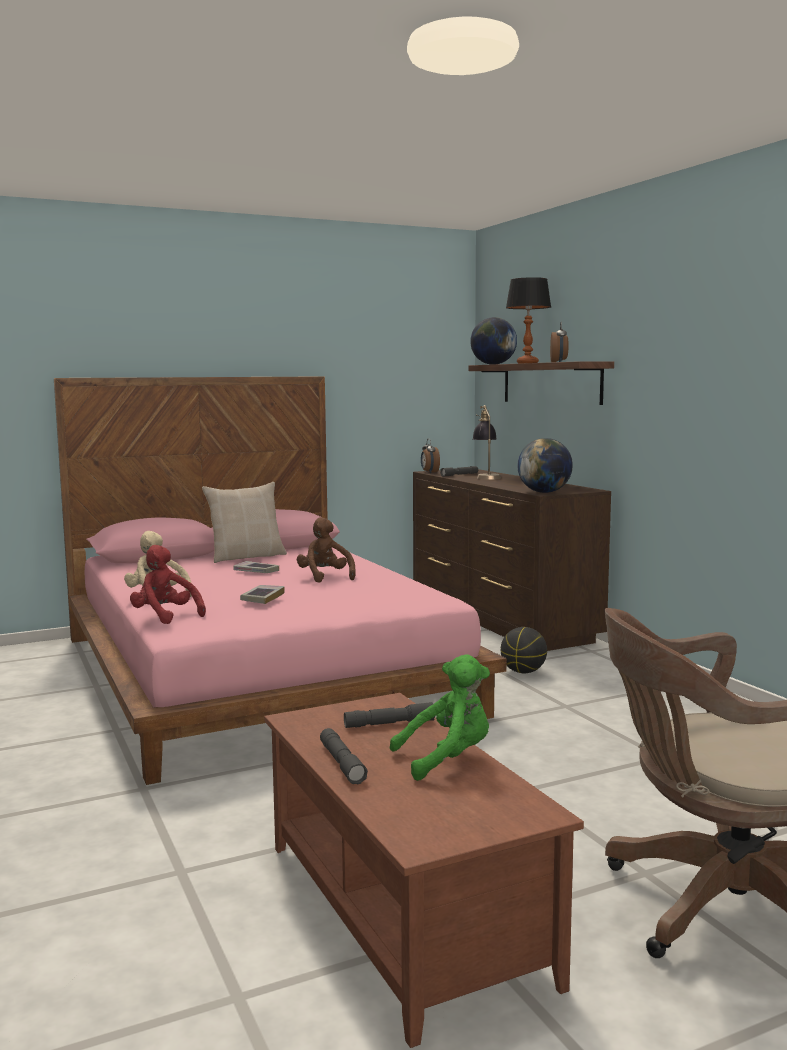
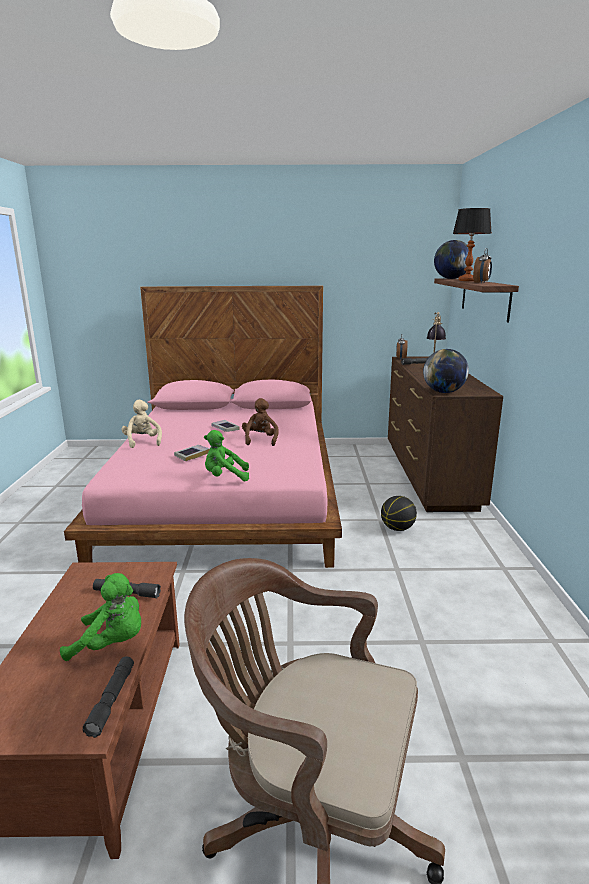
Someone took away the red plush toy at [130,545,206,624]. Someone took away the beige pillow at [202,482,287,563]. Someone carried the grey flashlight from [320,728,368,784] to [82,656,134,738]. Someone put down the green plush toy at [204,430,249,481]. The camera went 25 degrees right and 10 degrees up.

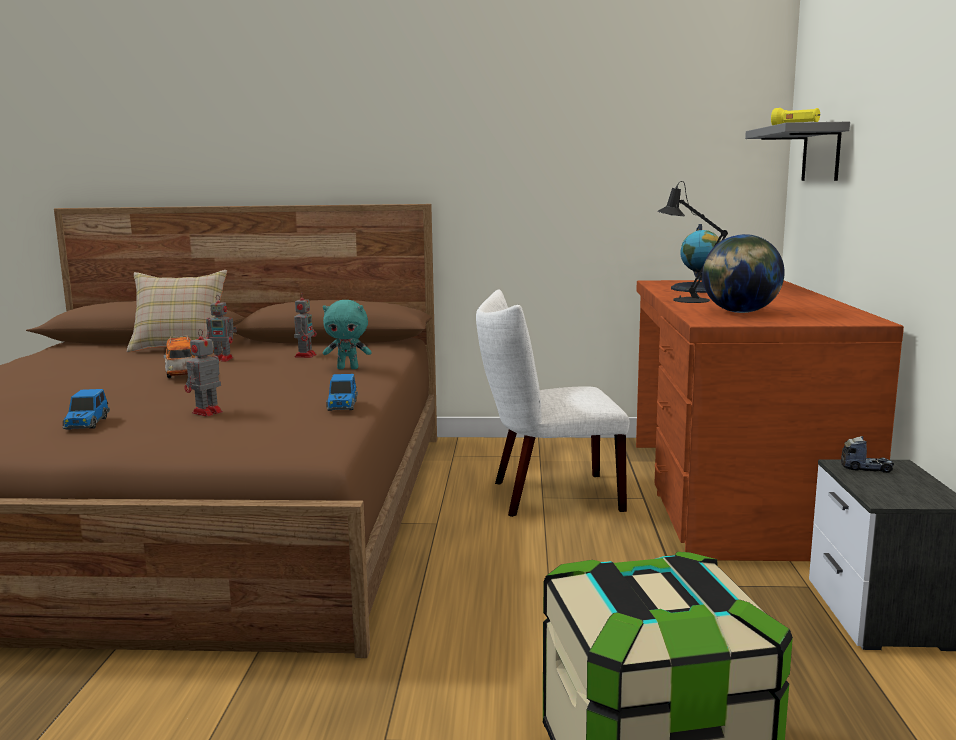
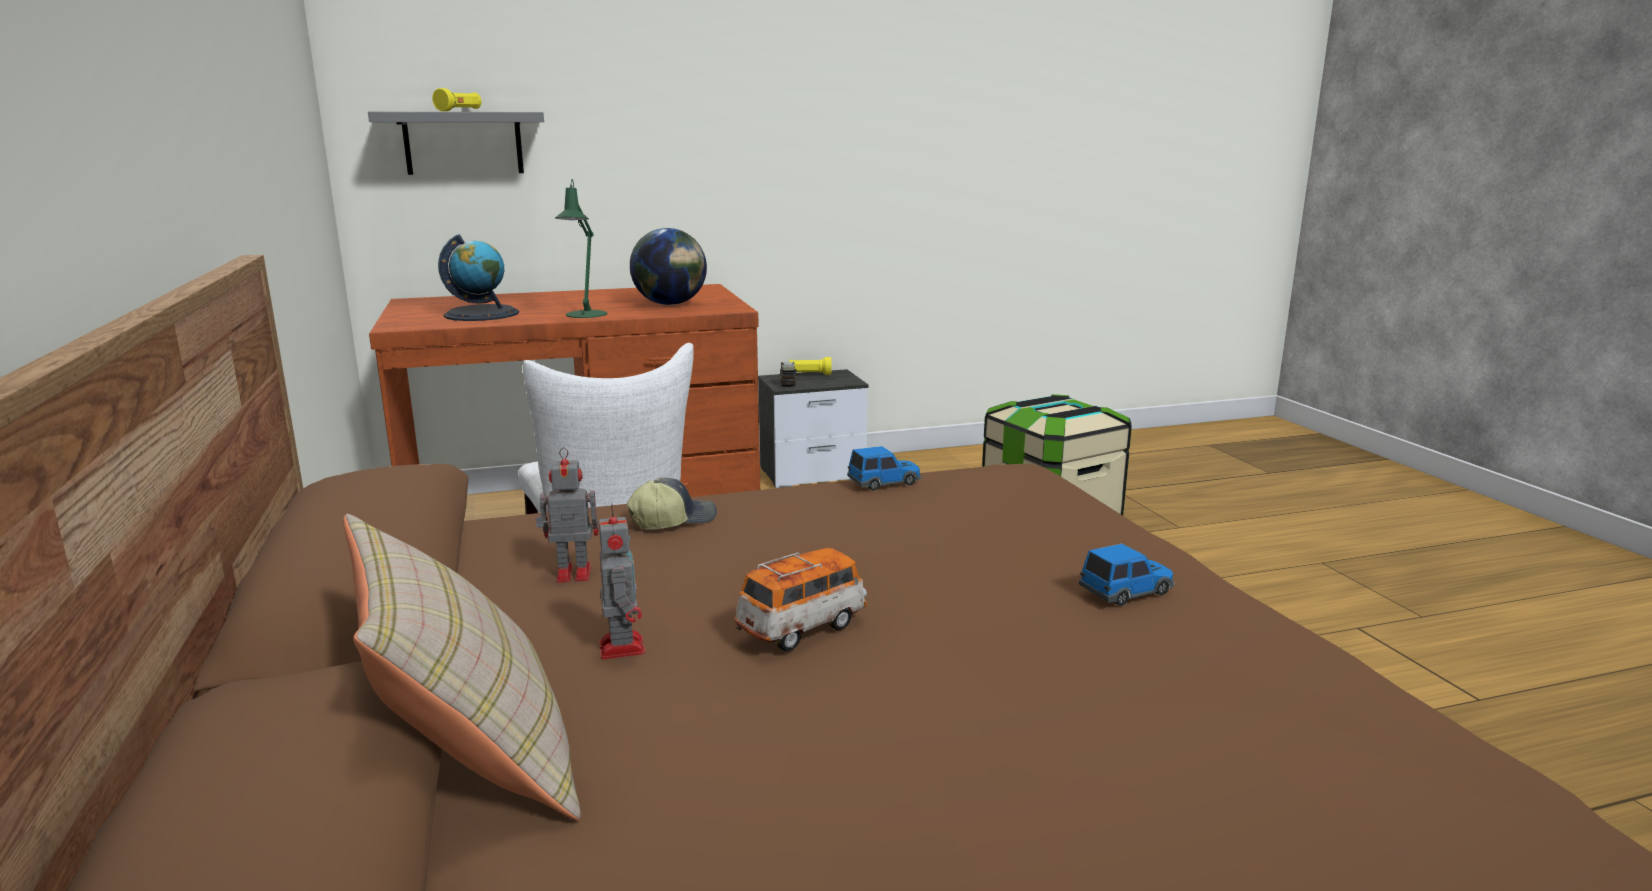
Someone took away the toy robot at [184,329,223,417]. Someone swapped the turquoise plush toy at [323,300,372,369] for the cap at [626,478,717,530]. Someone repainted the black table lamp at [657,181,728,303], which became the green table lamp at [555,179,607,318]. Someone put down the yellow flashlight at [789,357,831,375]. The camera went 110 degrees left and 5 degrees up.

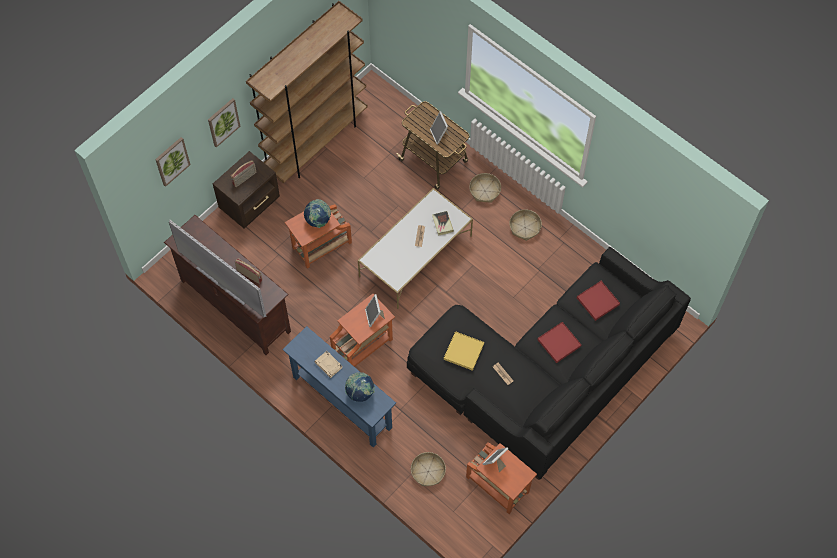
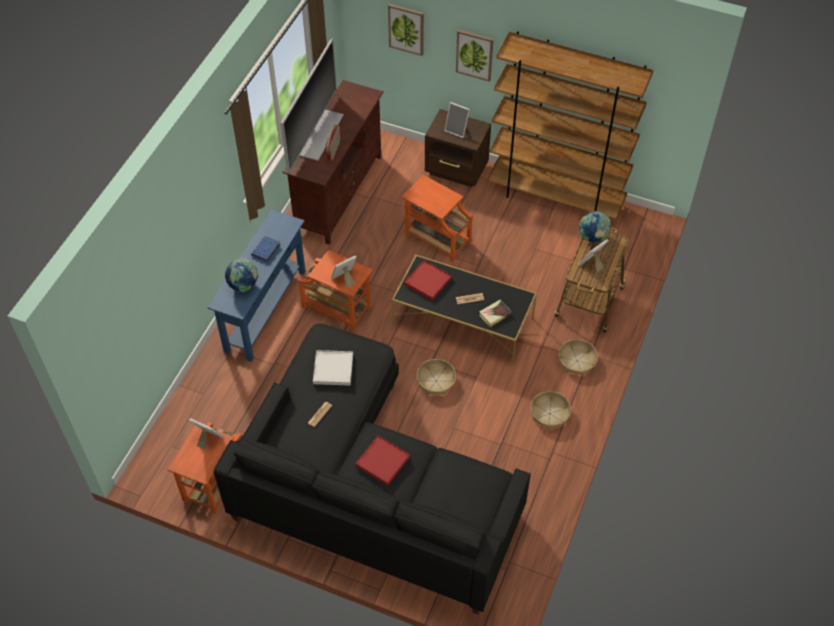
Someone swapped the radio at [231,160,256,187] for the picture frame at [444,102,470,138]. Someone carried the globe from [304,199,331,228] to [579,211,611,242]. Someone repainted the beige book at [315,351,343,378], which became the blue book at [251,236,281,263]. Someone repainted the white coffee table at [357,188,473,309], which became the black coffee table at [392,255,537,365]. Someone carried the basket from [411,452,446,486] to [417,359,456,394]. Someone repainted the yellow tray at [444,331,484,371], which became the white tray at [313,350,353,386]. Someone carried the red tray from [577,281,620,321] to [404,260,452,301]. The camera went 70 degrees right and 10 degrees down.

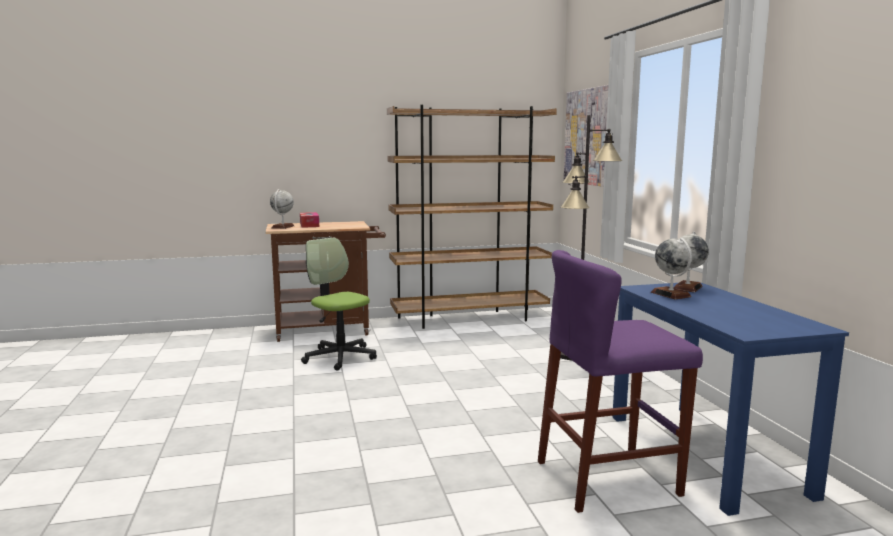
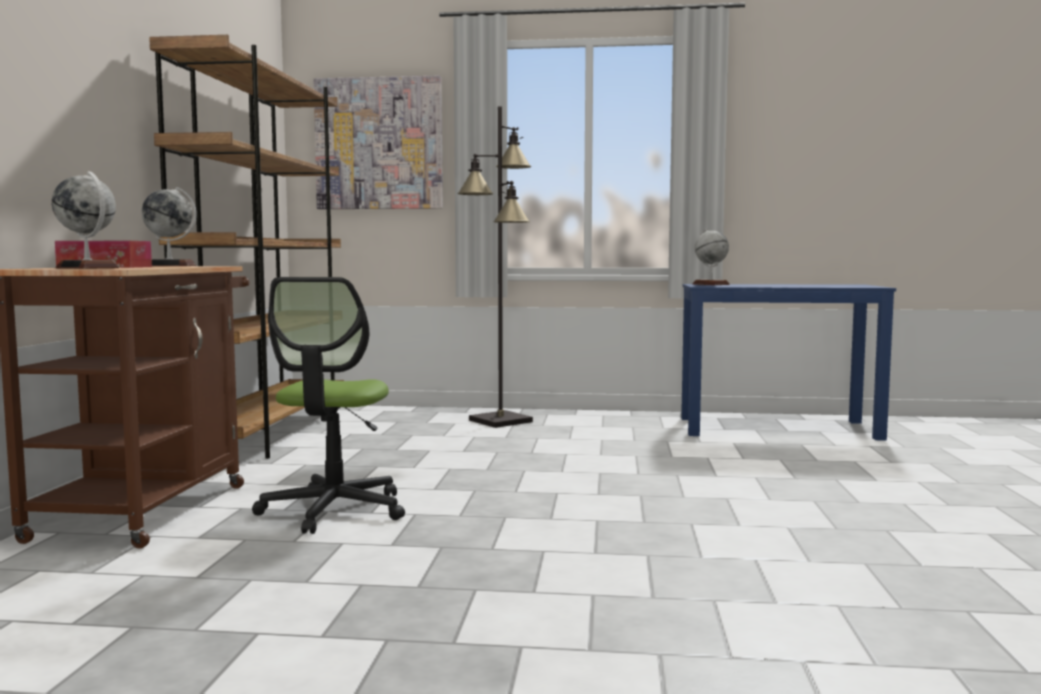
Someone rotated the office chair at [301,238,377,370] by 60 degrees counterclockwise. Someone took away the purple stool at [538,250,703,513]. Someone carried the globe from [651,238,693,299] to [141,187,197,266]. The camera went 70 degrees left and 5 degrees down.

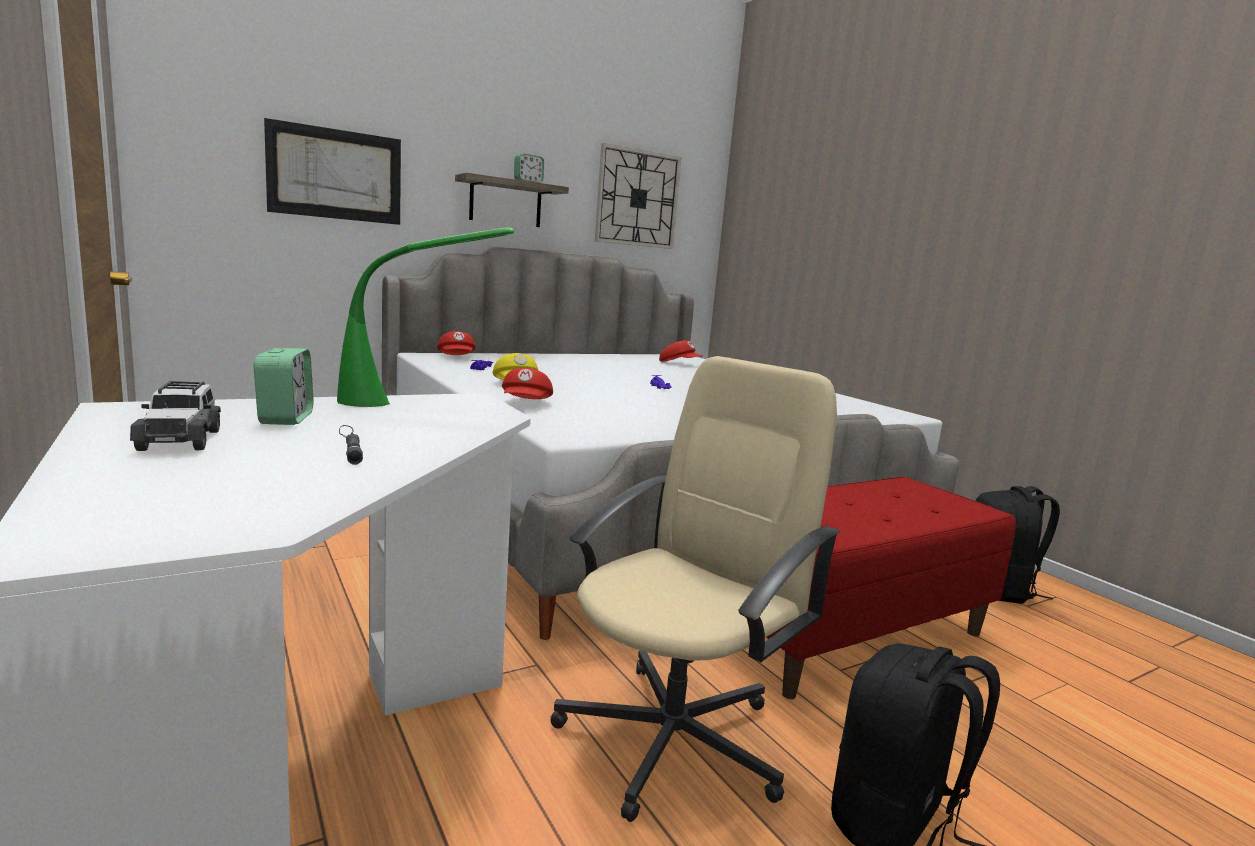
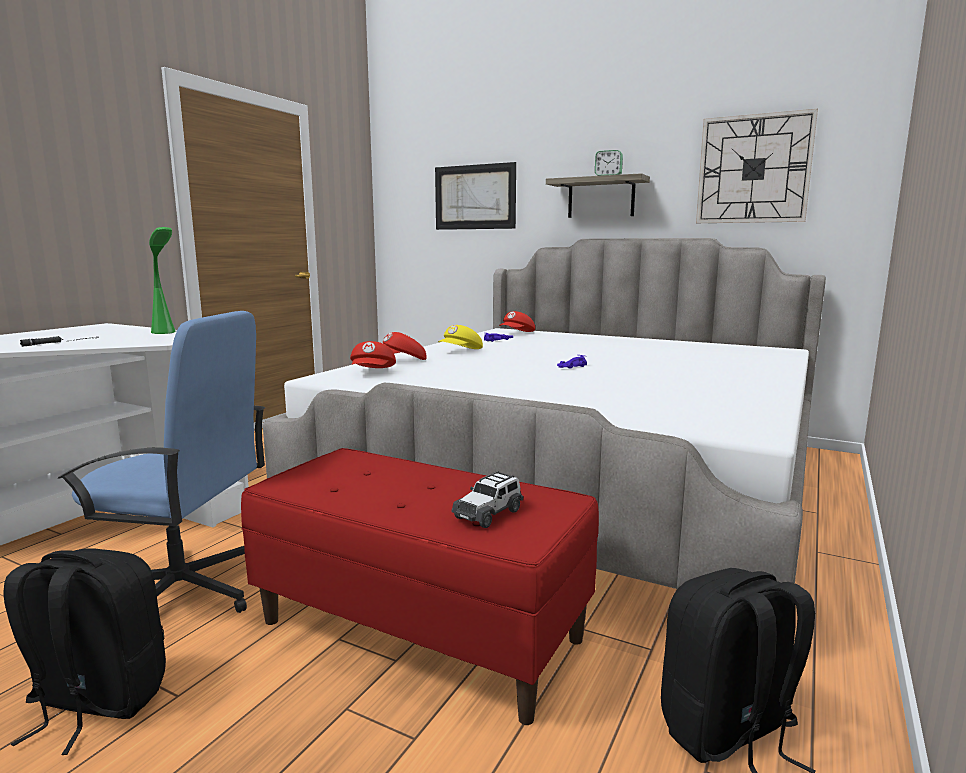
Someone carried the toy car from [130,381,221,451] to [451,471,523,528]. Someone took away the alarm clock at [254,348,313,425]. Someone repainted the beige office chair at [550,356,840,822], which became the blue office chair at [58,311,266,613]. Someone carried the red cap from [659,341,703,362] to [350,341,396,368]. The camera went 60 degrees right and 0 degrees up.

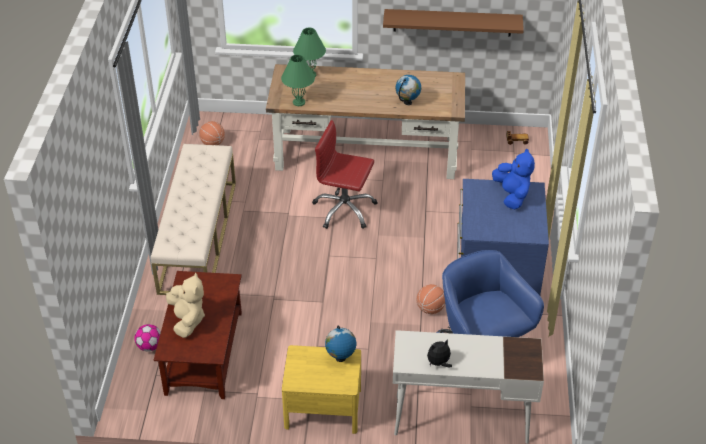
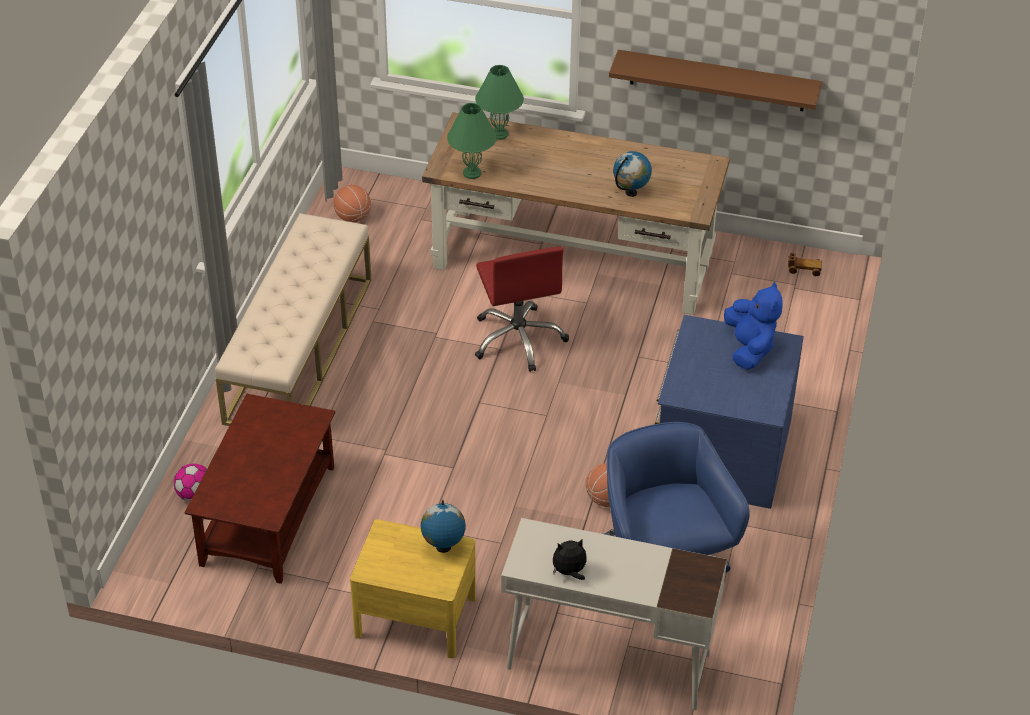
Someone took away the beige plush toy at [166,272,205,338]. Someone rotated the red office chair at [312,120,378,229] by 135 degrees counterclockwise. The camera went 10 degrees right and 0 degrees up.

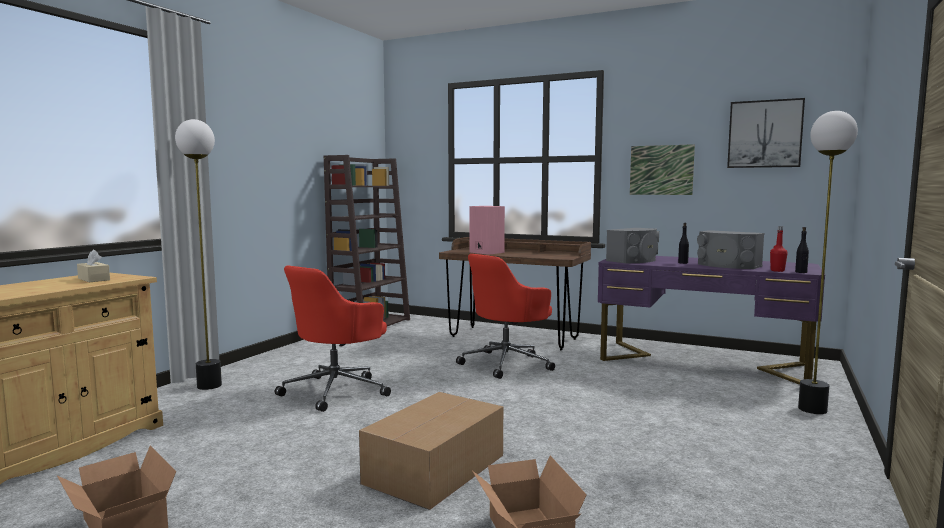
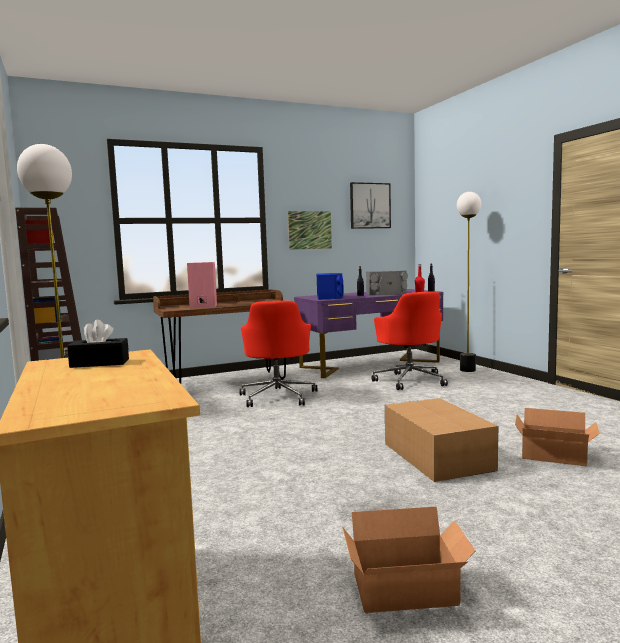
Someone repainted the beige tissue box at [77,250,110,282], which became the black tissue box at [67,320,129,368]. Someone carried the red office chair from [275,265,391,412] to [372,291,448,390]. Someone repainted the grey speaker at [606,228,659,263], which became the blue speaker at [317,273,343,300]. The camera went 50 degrees left and 0 degrees up.

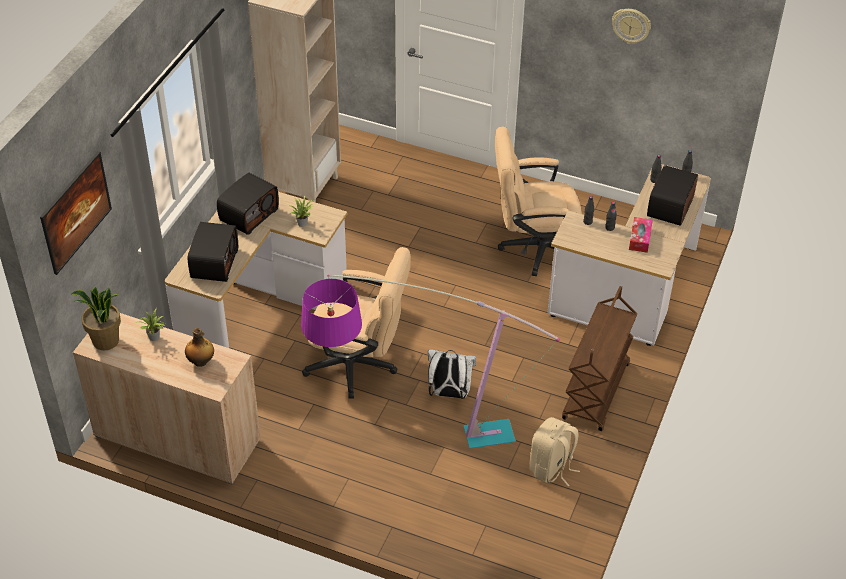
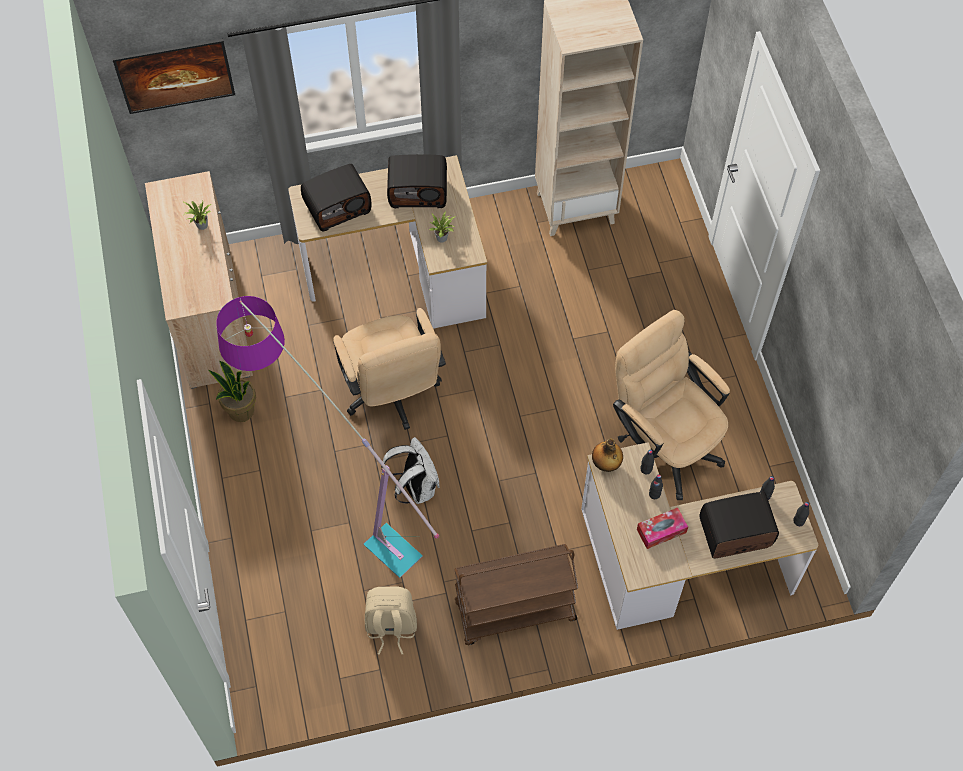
Someone carried the potted plant from [71,287,121,350] to [208,361,256,422]. Someone carried the bottle from [185,328,214,367] to [592,438,623,472]. Someone took away the wall clock at [612,9,651,44]. The camera went 55 degrees right and 15 degrees up.

